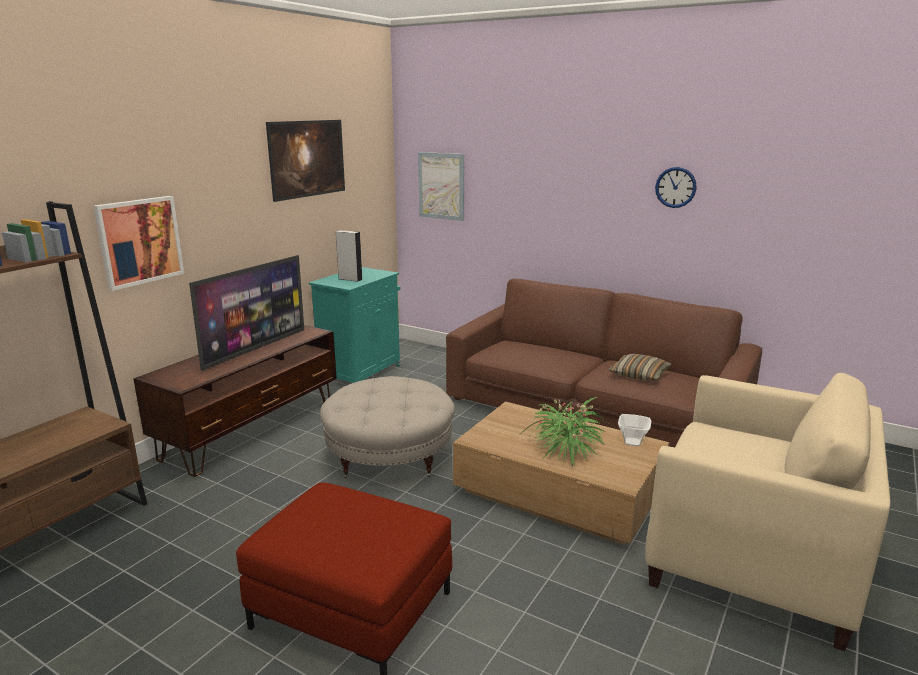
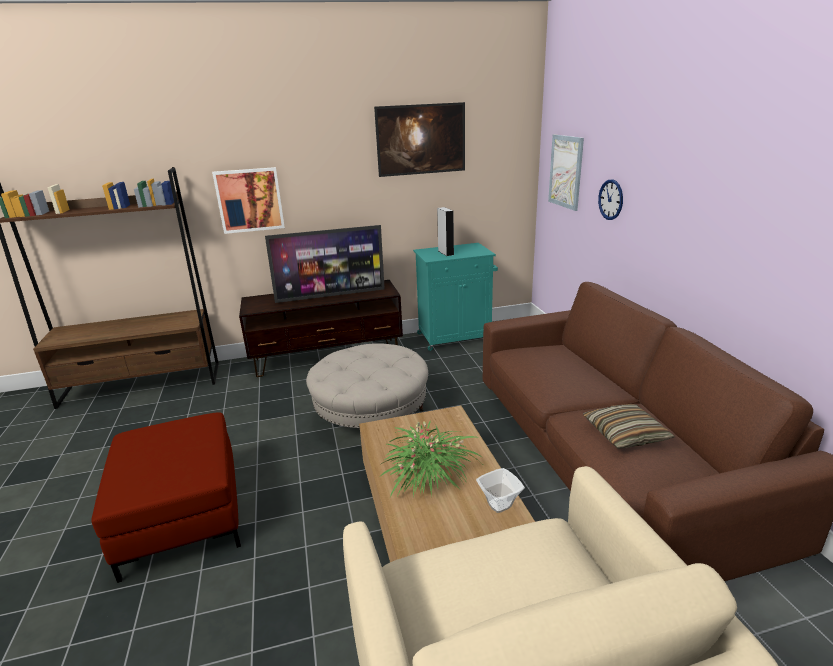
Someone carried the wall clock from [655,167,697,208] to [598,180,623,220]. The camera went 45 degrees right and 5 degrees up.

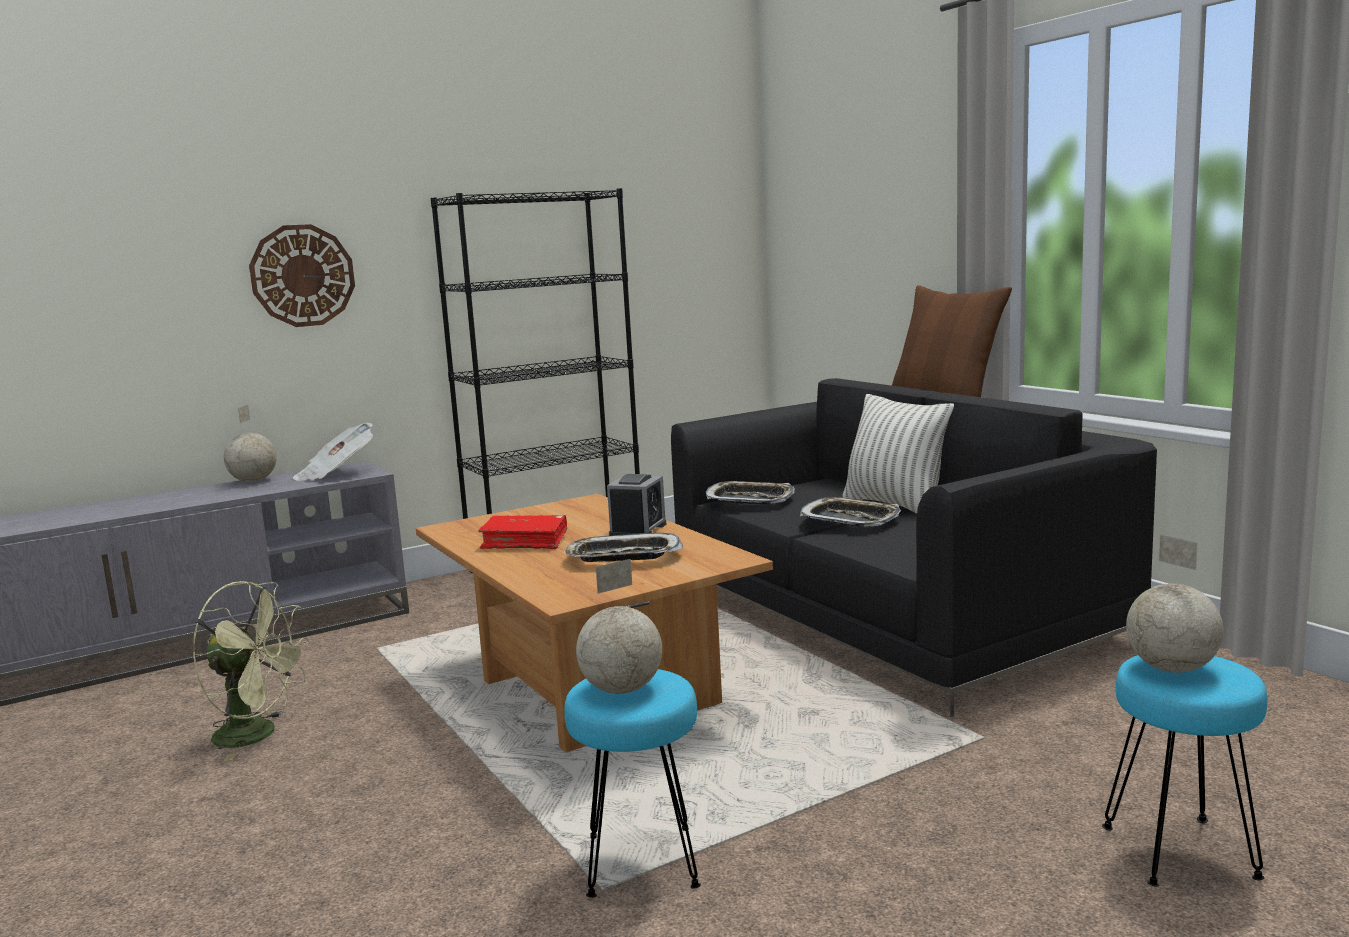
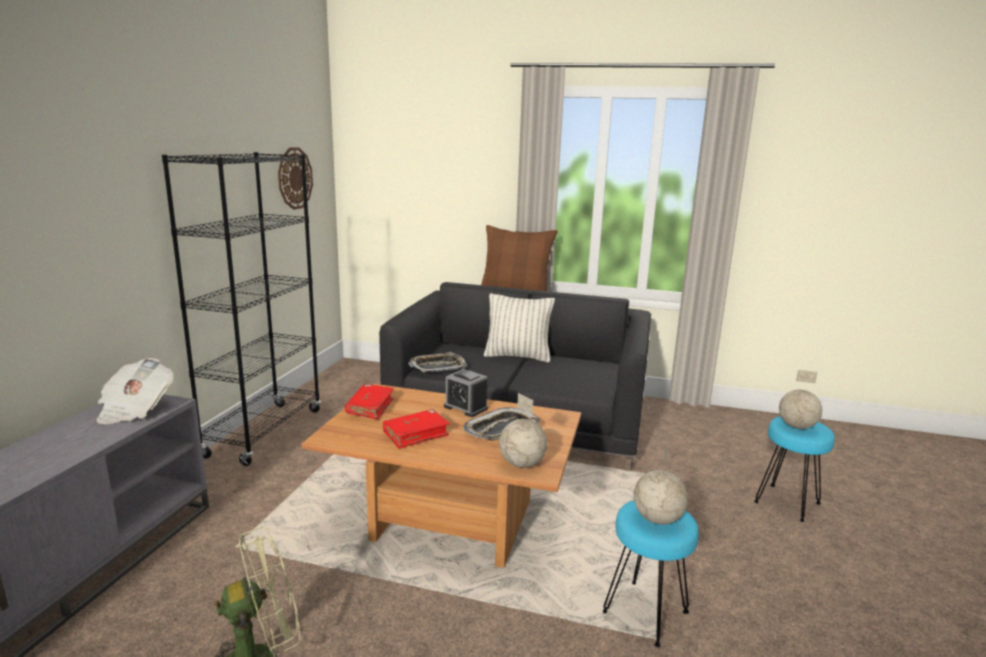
Someone carried the globe from [224,405,277,482] to [499,393,547,468]. Someone carried the wall clock from [249,224,355,327] to [278,147,313,210]. Someone rotated the alarm clock at [607,474,666,536] by 150 degrees clockwise. Someone took away the tray at [800,497,901,528]. Someone put down the red book at [345,384,394,420]. The camera went 45 degrees left and 5 degrees up.

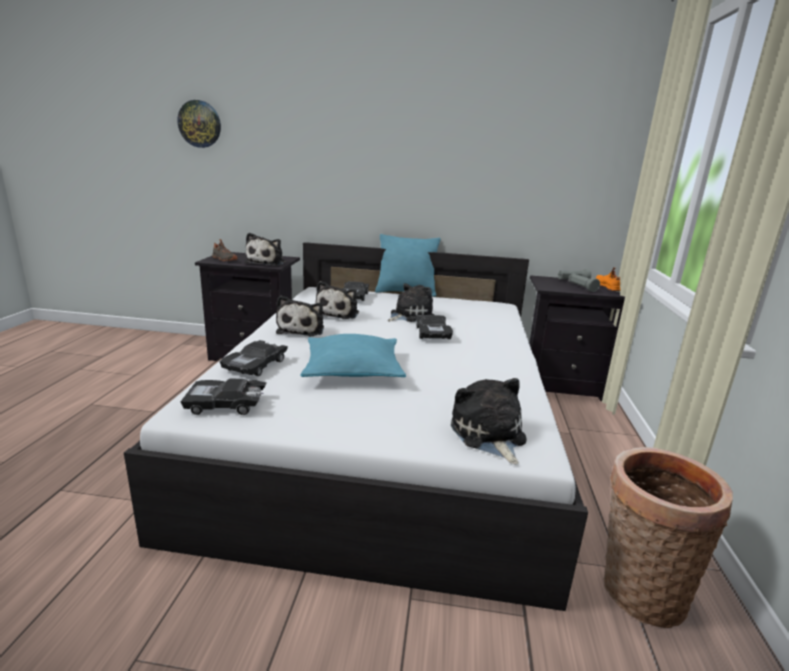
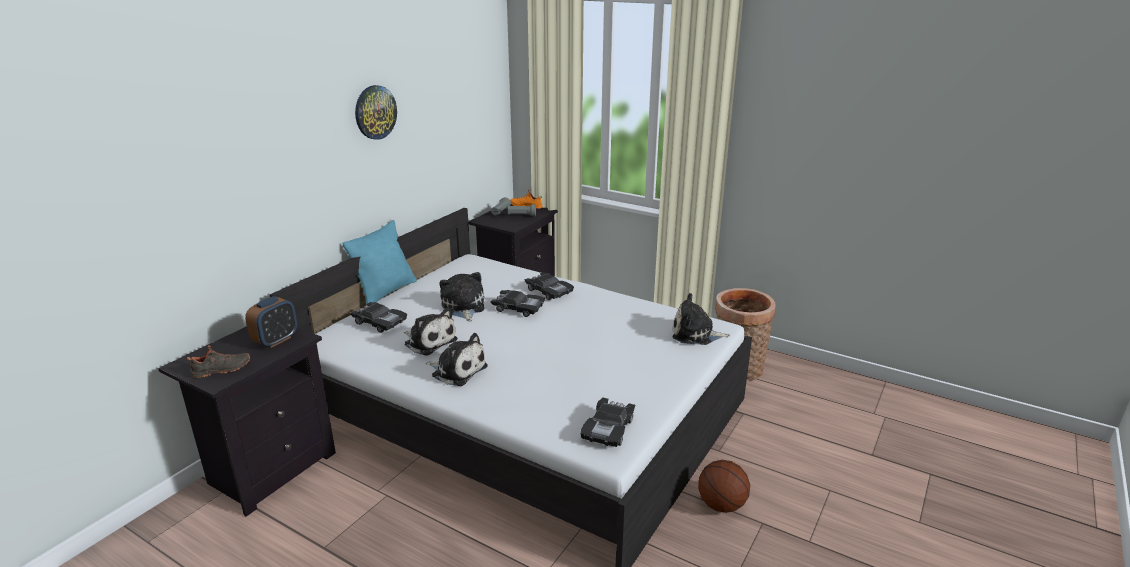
Someone carried the wall clock from [177,100,221,148] to [355,85,397,140]. Someone carried the black toy car from [219,340,288,376] to [524,272,574,300]. Someone swapped the plush toy at [245,233,286,265] for the alarm clock at [245,296,297,348]. Someone took away the turquoise pillow at [301,334,406,377]. Someone put down the basketball at [698,460,750,513]. The camera went 65 degrees left and 5 degrees up.

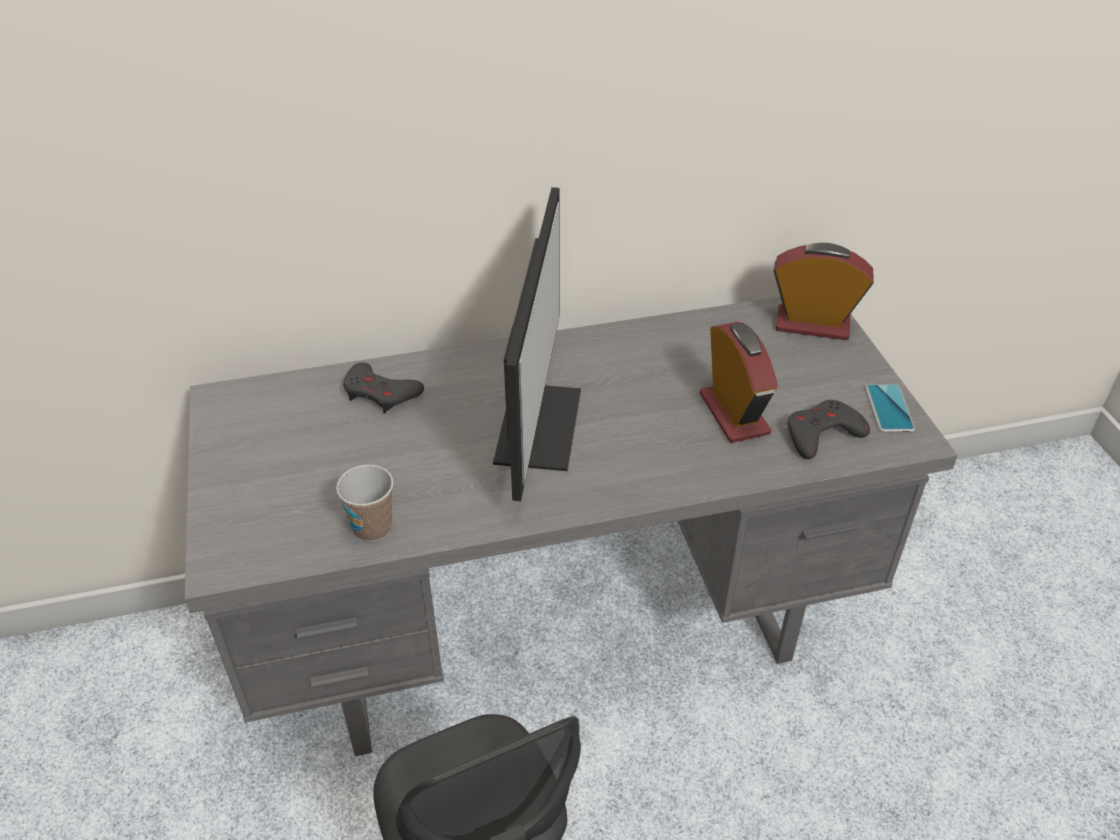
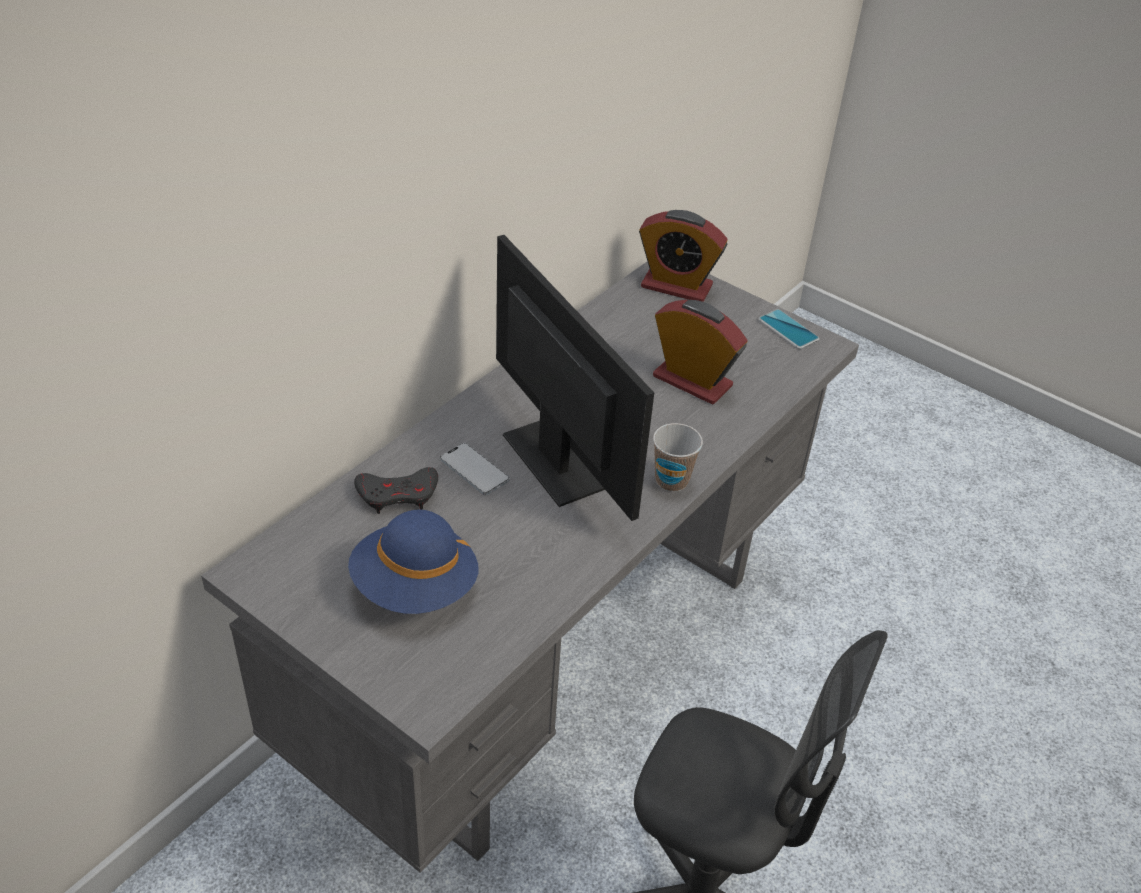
Someone carried the cup from [336,465,393,542] to [653,423,703,492]. Someone rotated the alarm clock at [773,243,874,340] by 135 degrees counterclockwise. Someone took away the grey game controller at [787,400,870,459]. Someone put down the blue hat at [348,510,479,614]. Someone put down the phone at [440,443,509,495]. The camera went 40 degrees left and 0 degrees up.

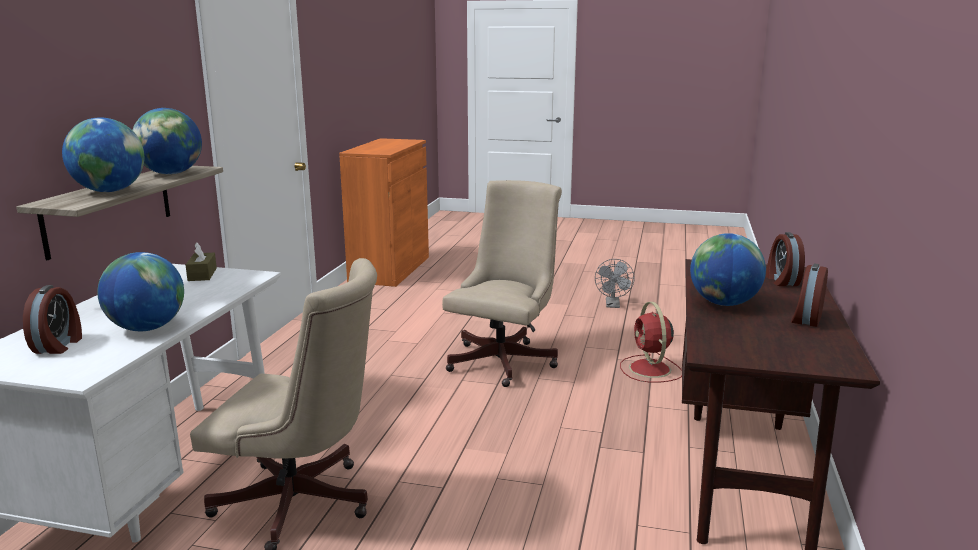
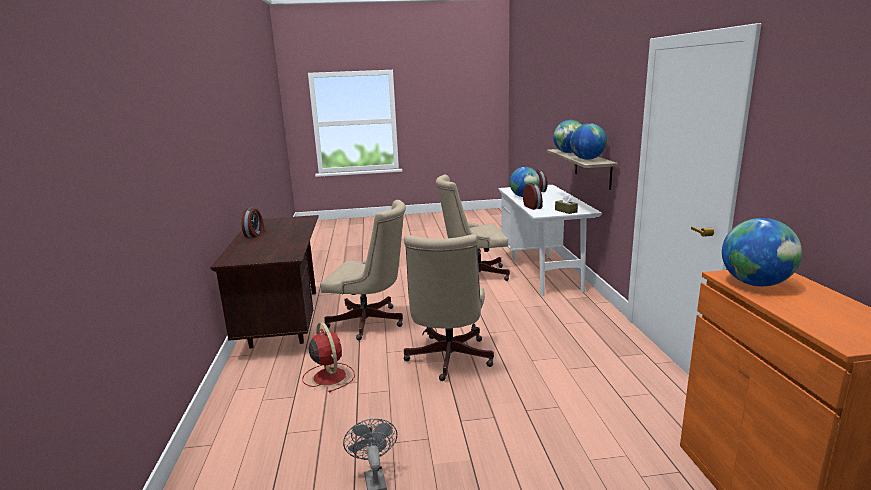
Someone carried the globe from [690,233,766,306] to [722,218,802,287]. Someone carried the alarm clock from [766,232,805,286] to [523,183,543,210]. Someone put down the beige office chair at [320,200,406,340]. The camera went 160 degrees right and 0 degrees up.

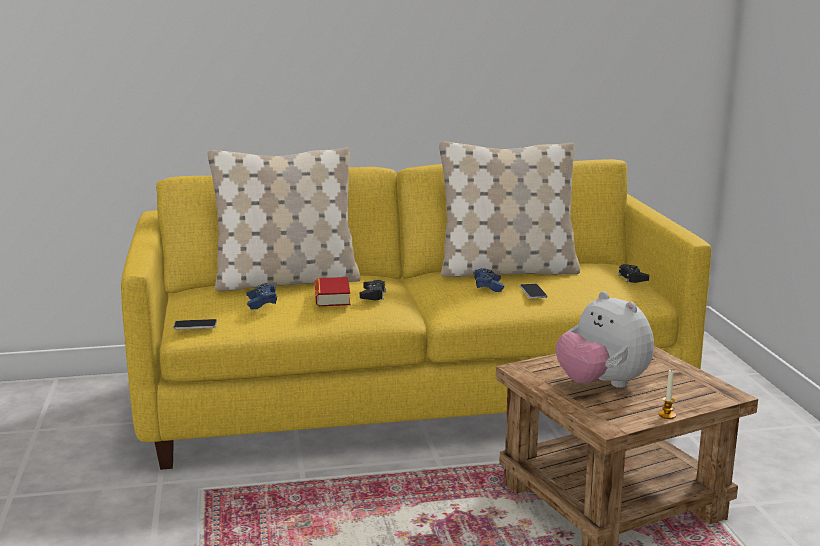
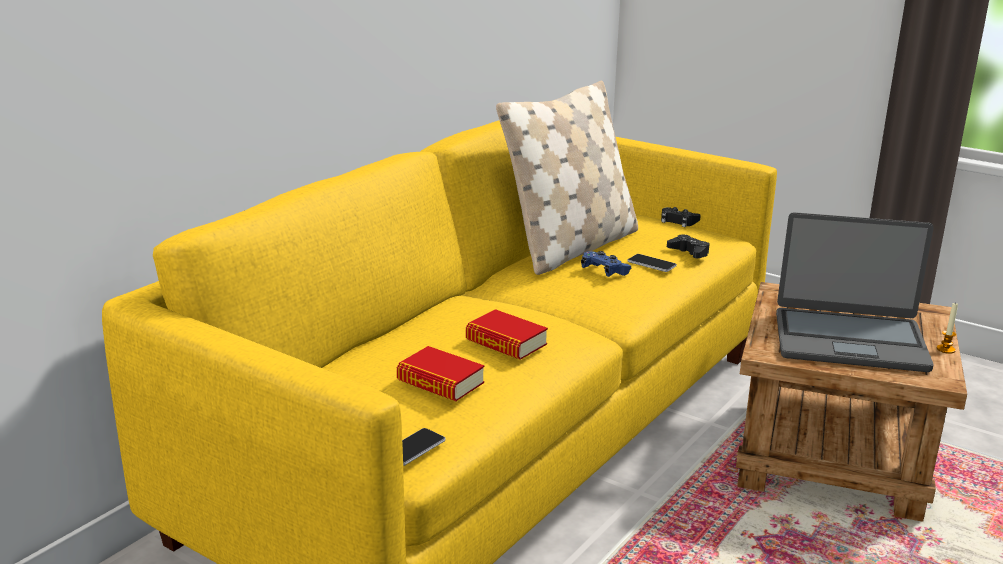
Someone took away the beige pillow at [208,148,361,291]. Someone swapped the blue game controller at [247,284,277,309] for the book at [397,346,484,401]. Someone carried the black game controller from [360,280,386,300] to [667,234,709,258]. Someone swapped the plush toy at [556,291,654,388] for the laptop at [776,212,934,372]. The camera went 45 degrees left and 5 degrees up.

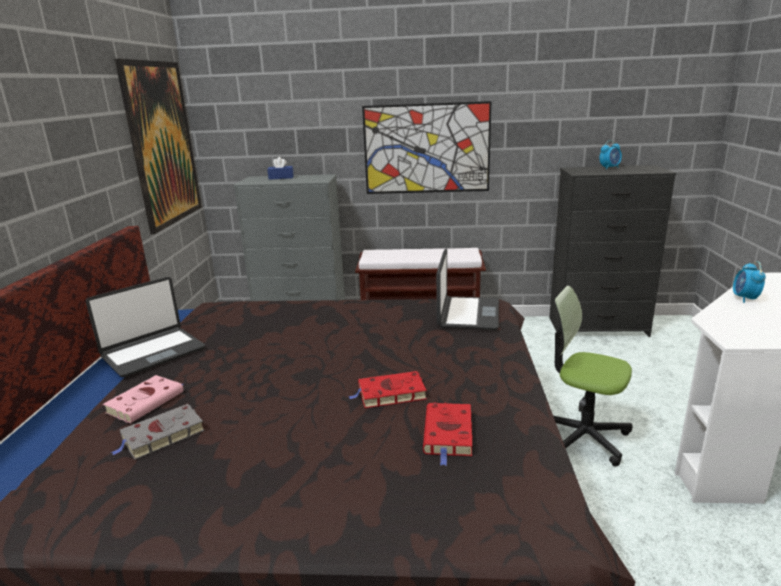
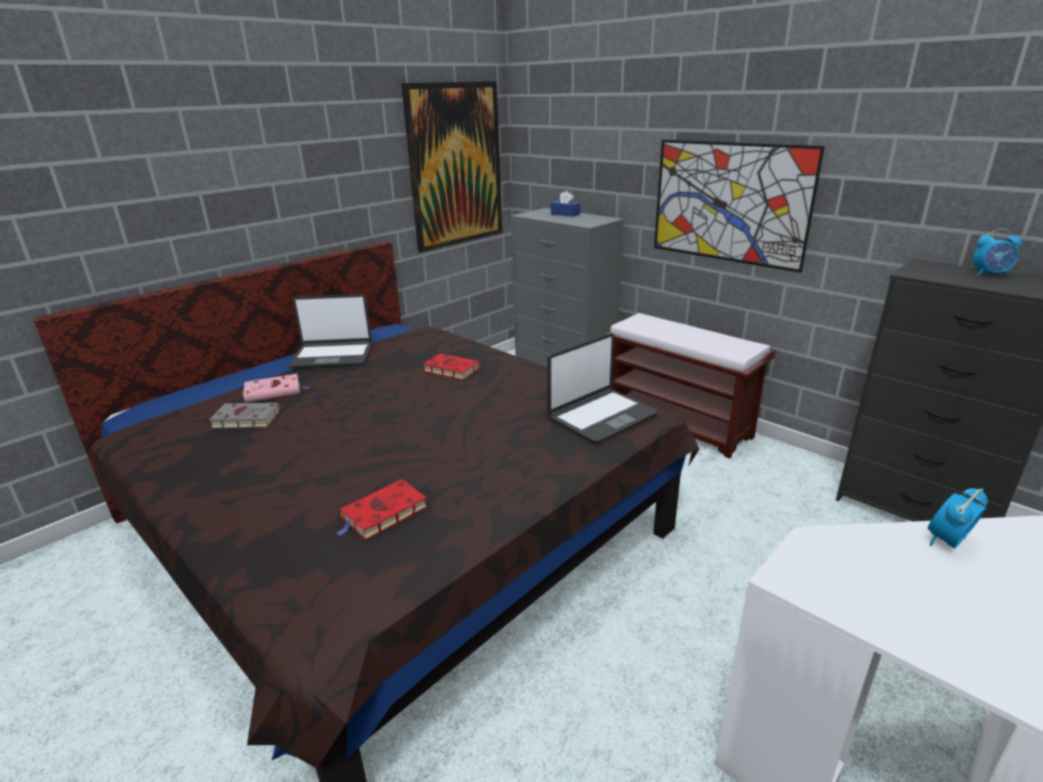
Someone carried the red book from [348,371,427,408] to [423,353,480,380]. Someone took away the office chair at [553,286,633,467]. The camera went 40 degrees right and 5 degrees up.

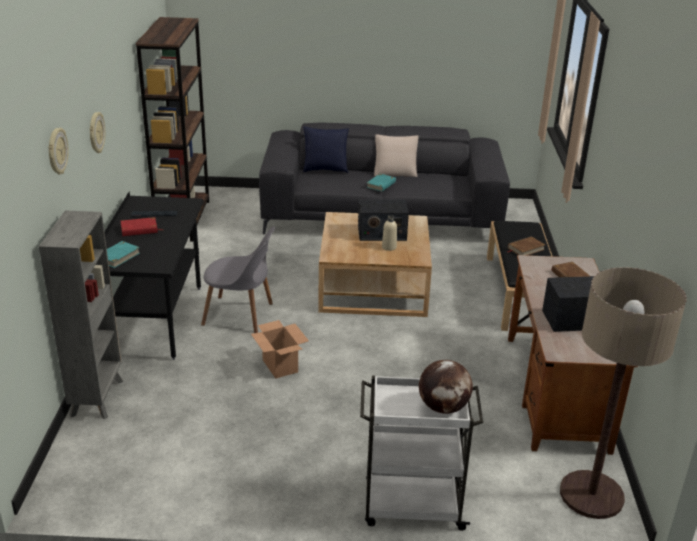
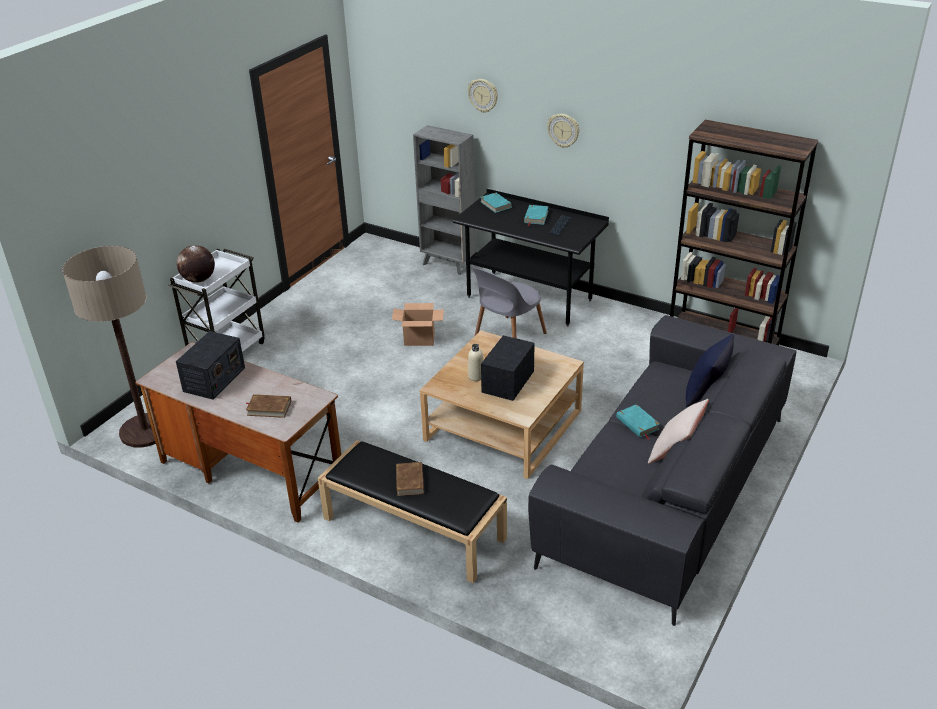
Someone repainted the red book at [121,217,164,236], which became the turquoise book at [524,205,549,226]. The camera went 120 degrees right and 5 degrees up.

